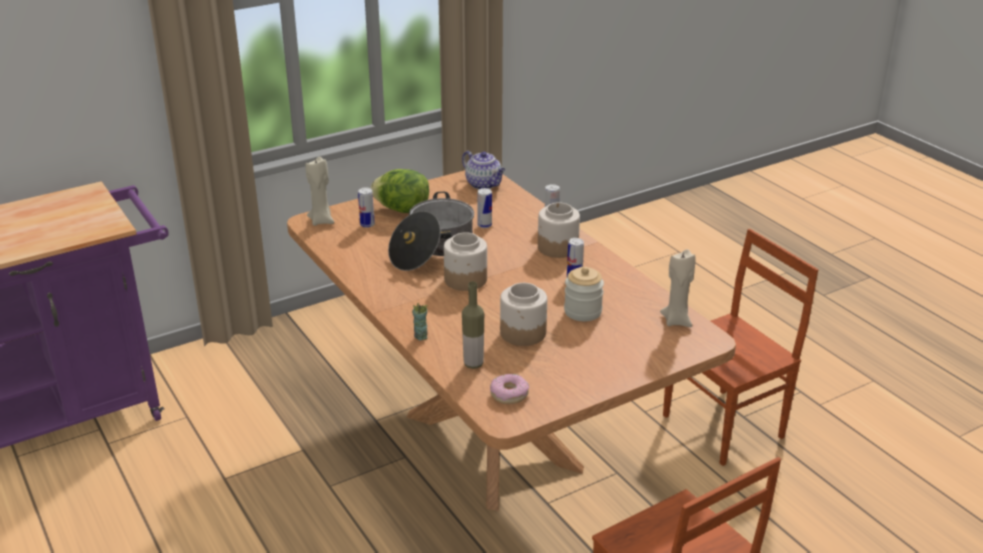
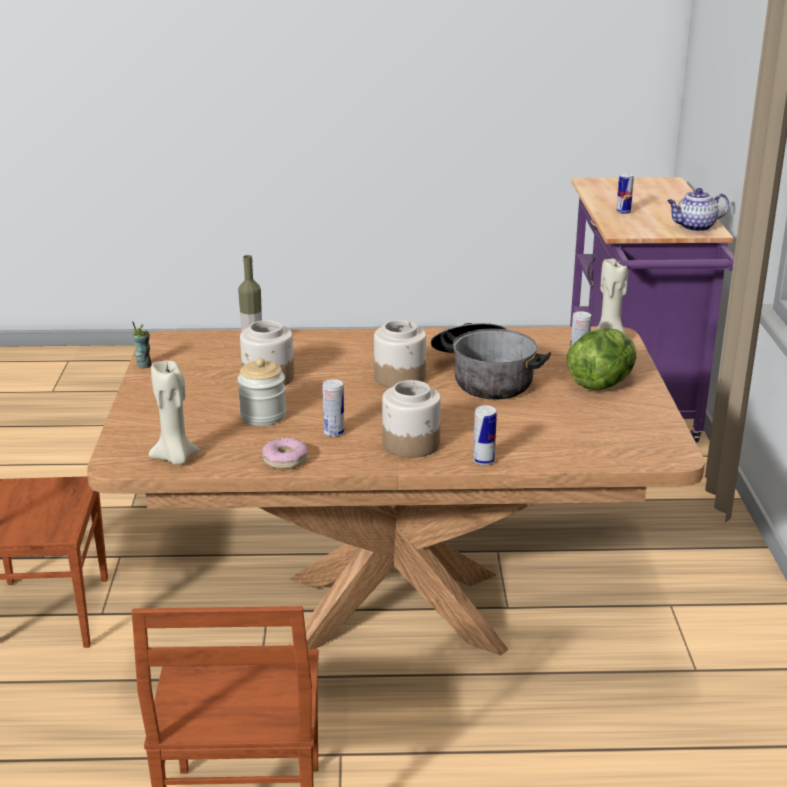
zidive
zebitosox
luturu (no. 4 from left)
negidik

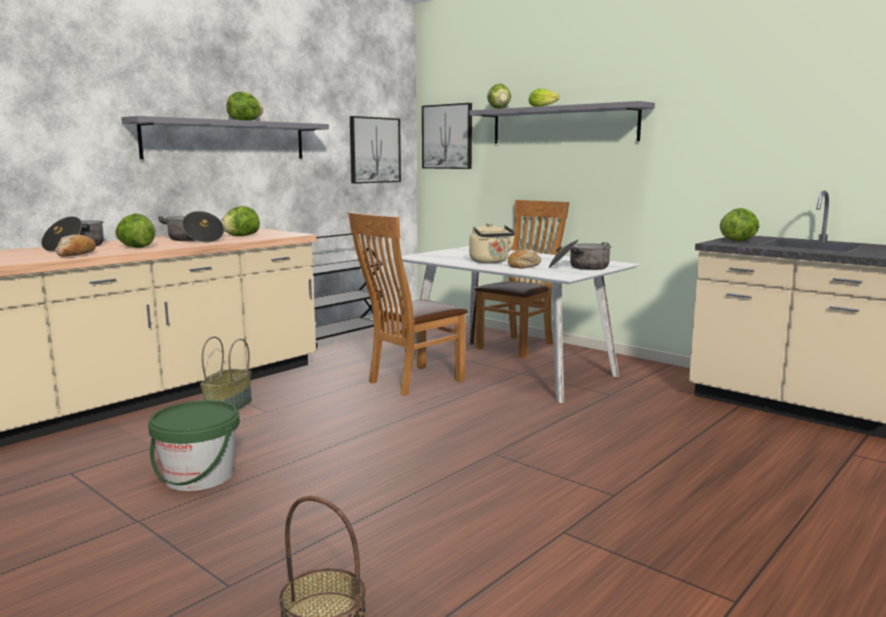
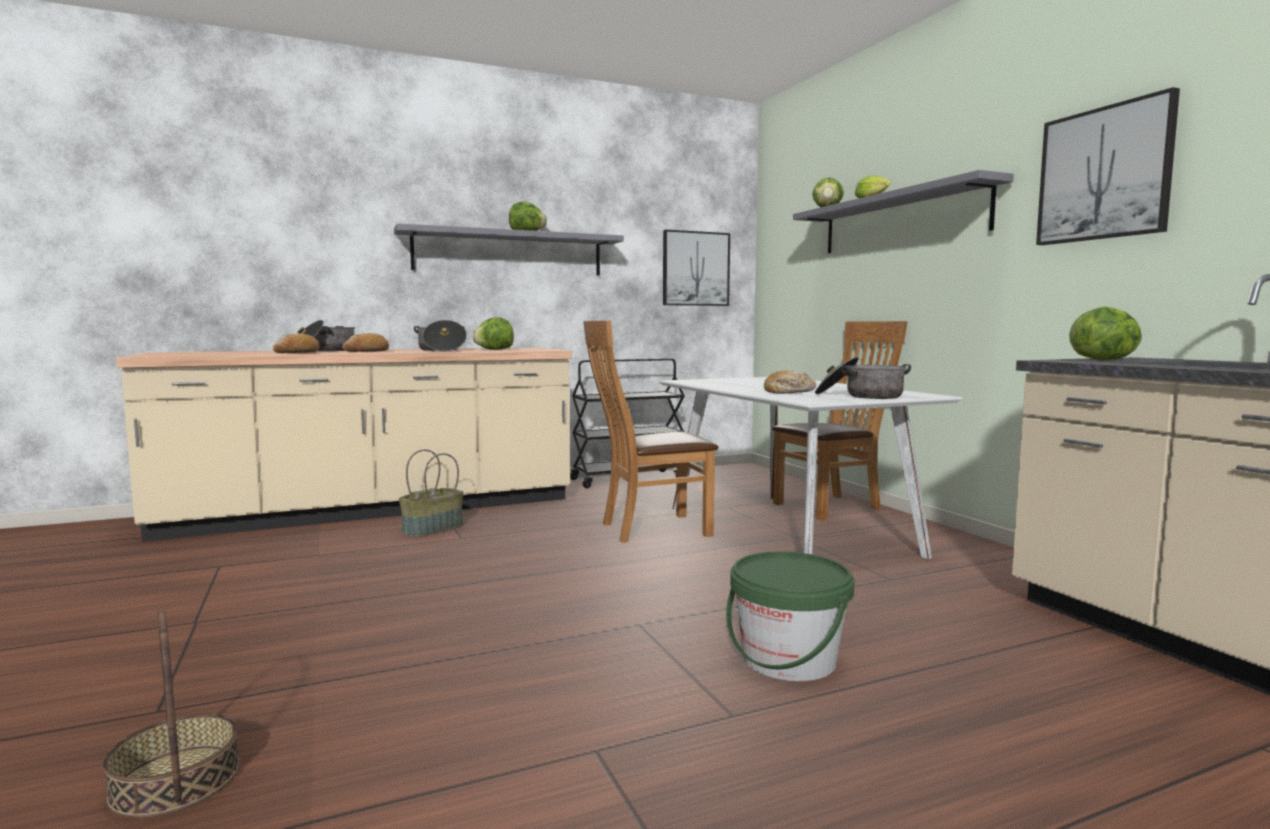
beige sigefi
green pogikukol
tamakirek (no. 2 from left)
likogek (no. 2 from left)

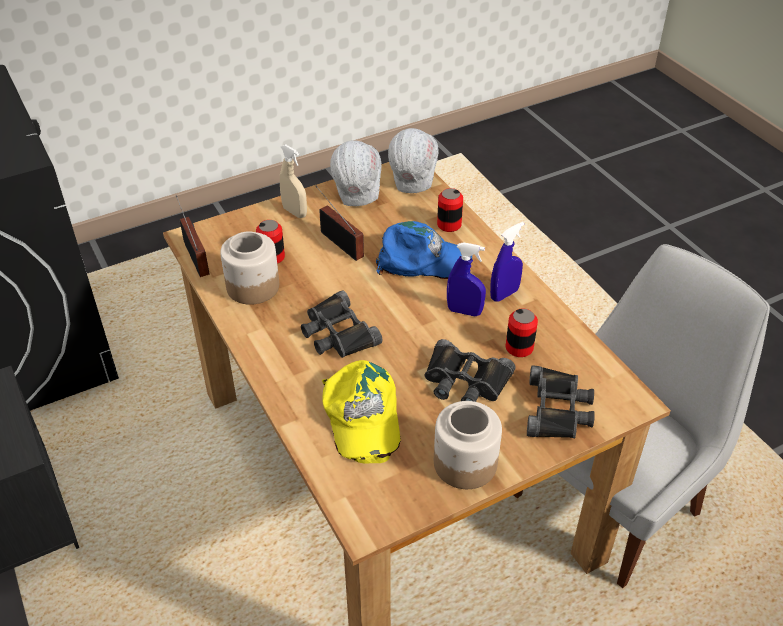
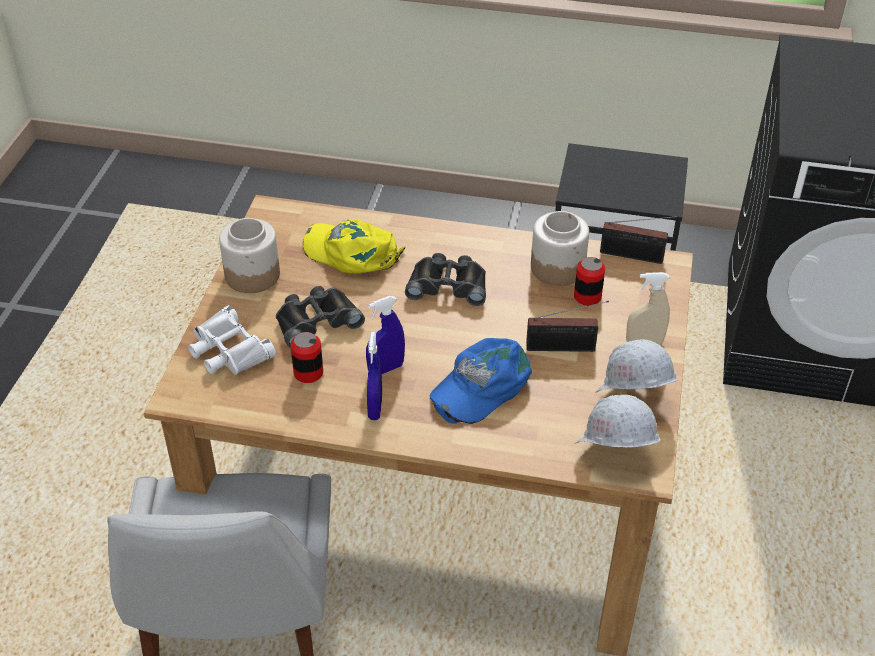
luturu (no. 2 from left in the first image)
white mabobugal

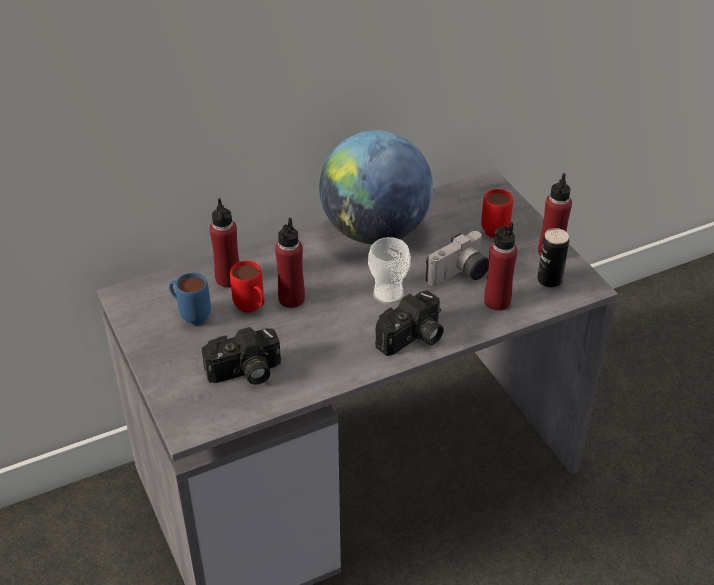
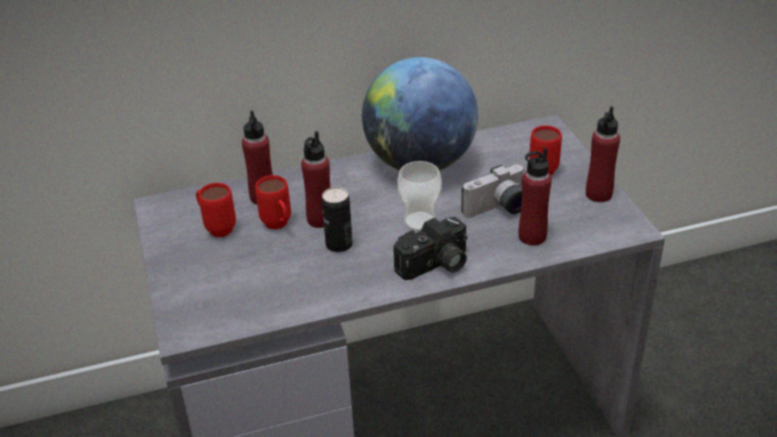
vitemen (no. 1 from left in the first image)
luturu
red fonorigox (no. 1 from left)

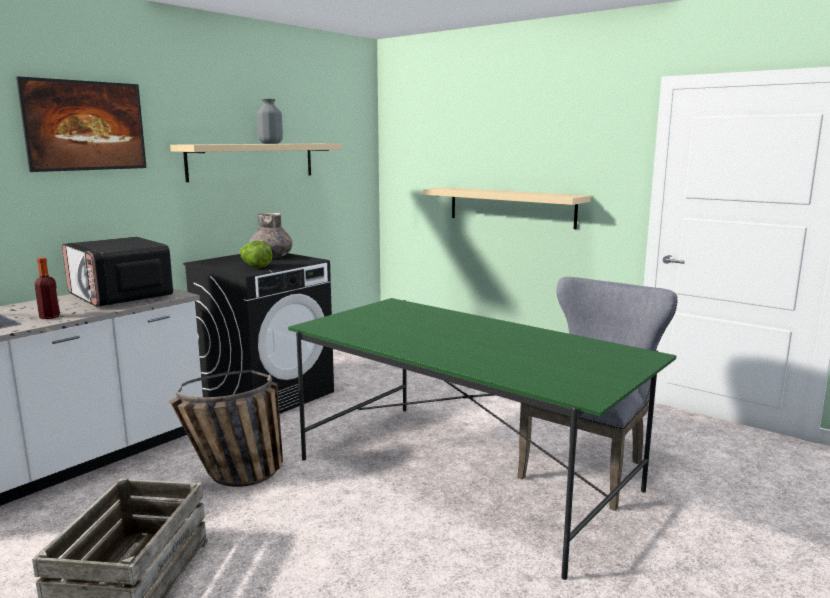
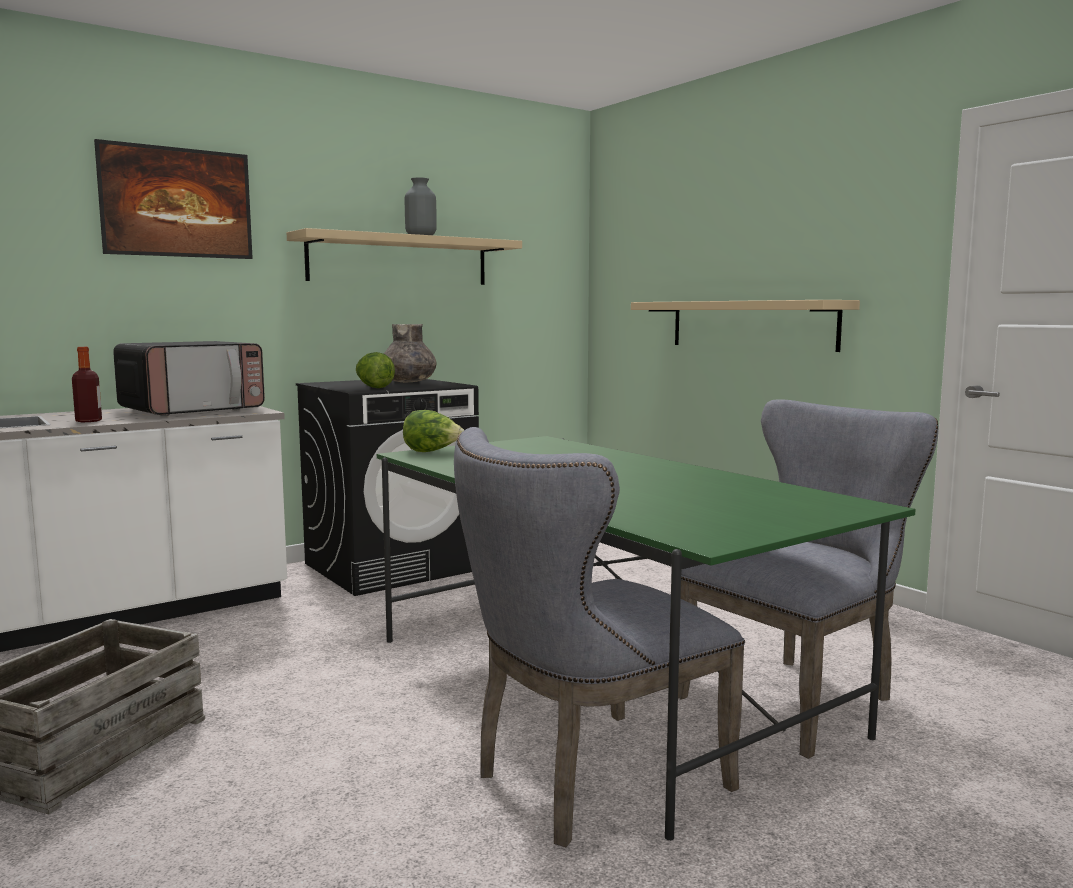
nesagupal
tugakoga (no. 2 from left)
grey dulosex (no. 1 from left)
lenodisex

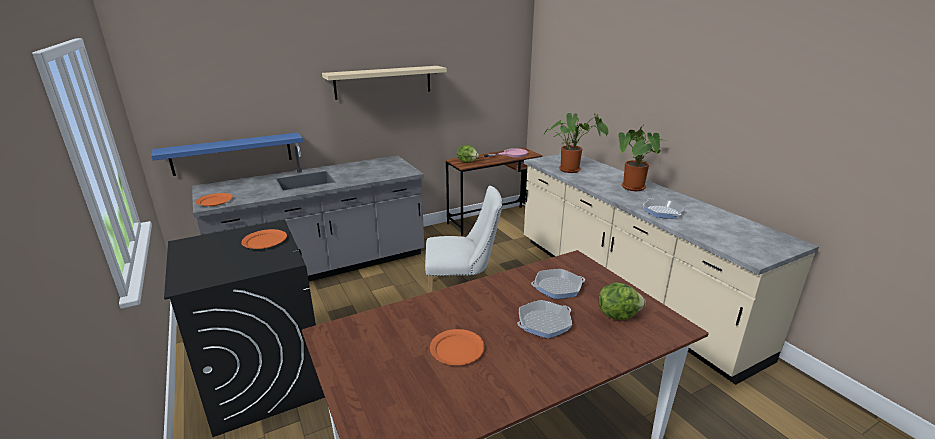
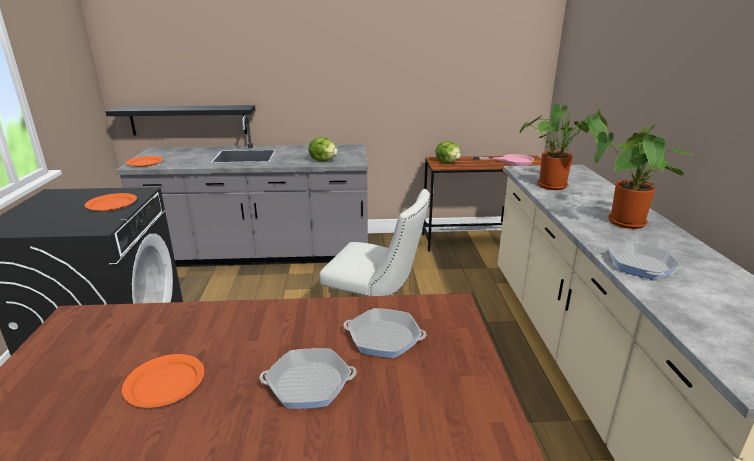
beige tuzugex
tugakoga (no. 1 from left)
black tuzugex

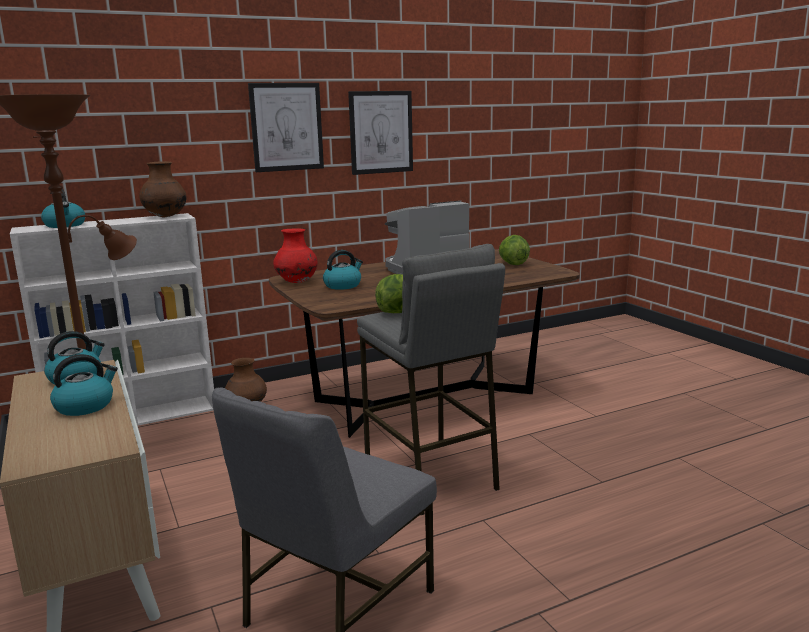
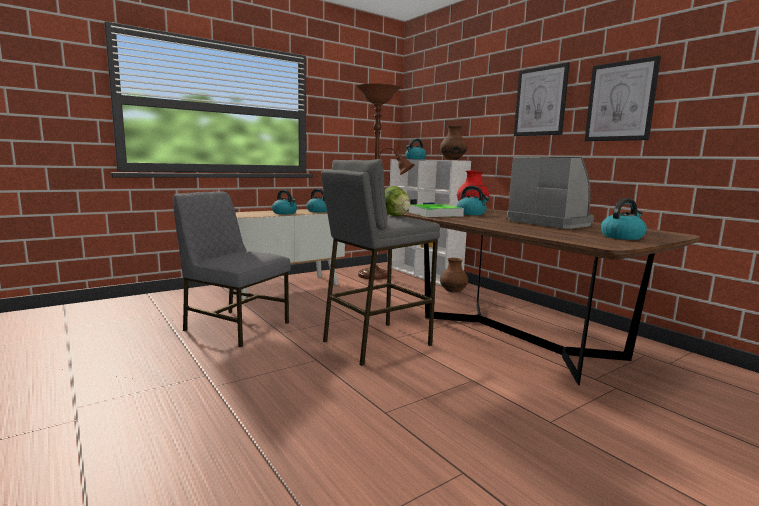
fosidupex
sigefi (no. 5 from left)

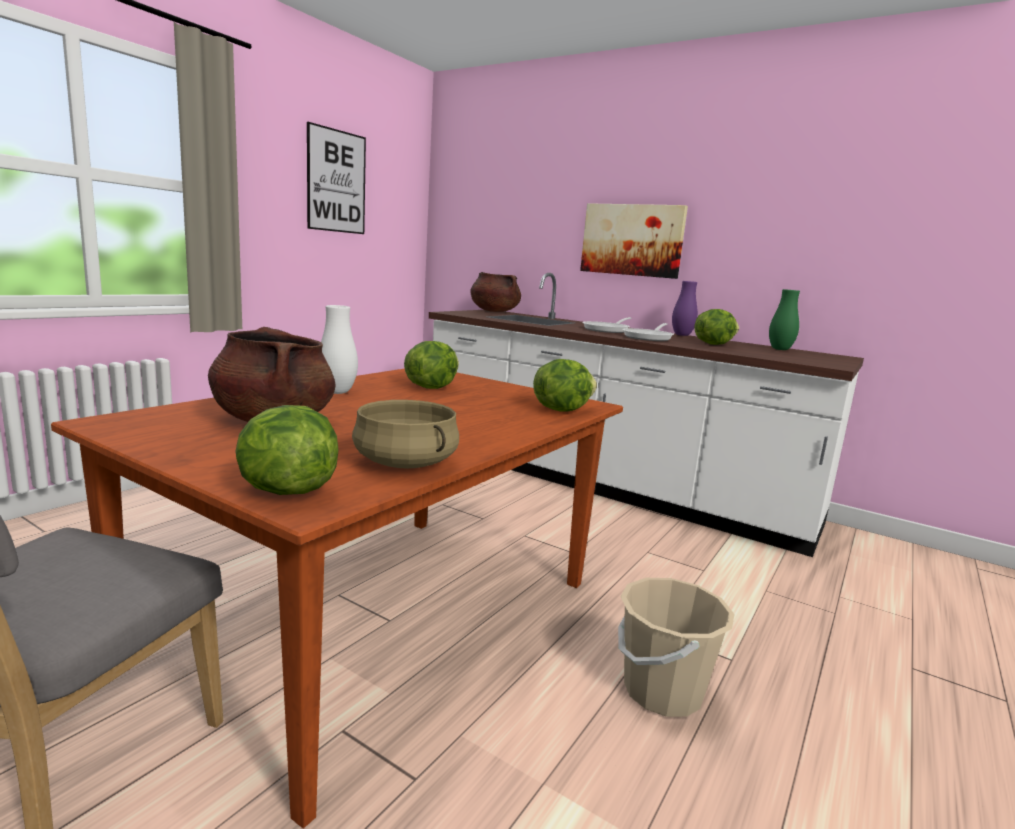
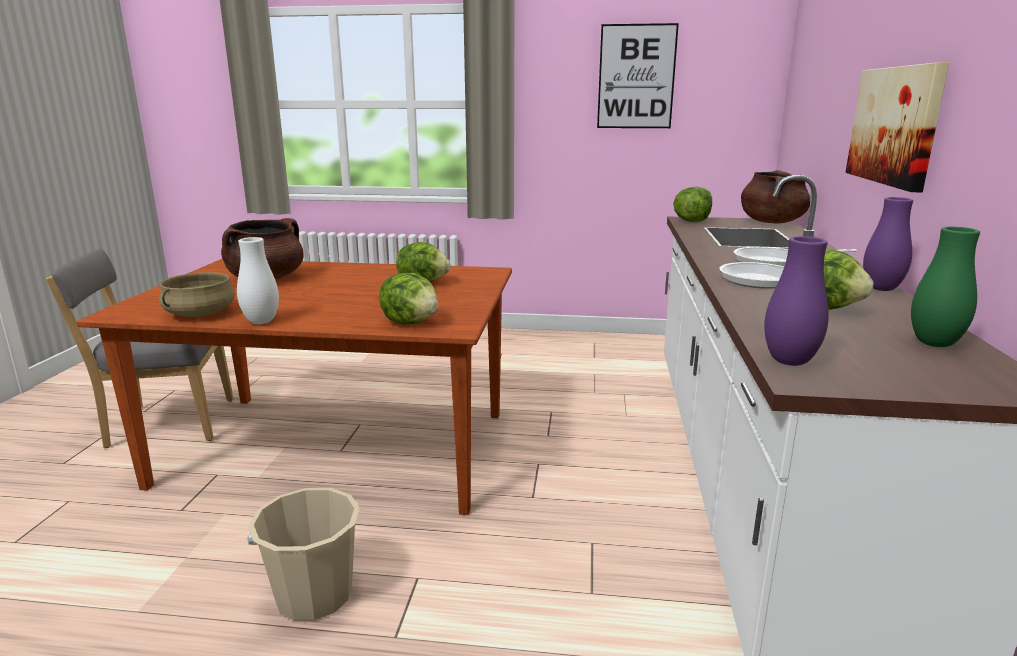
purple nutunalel (no. 1 from left)
tugakoga (no. 3 from left)
white nutunalel

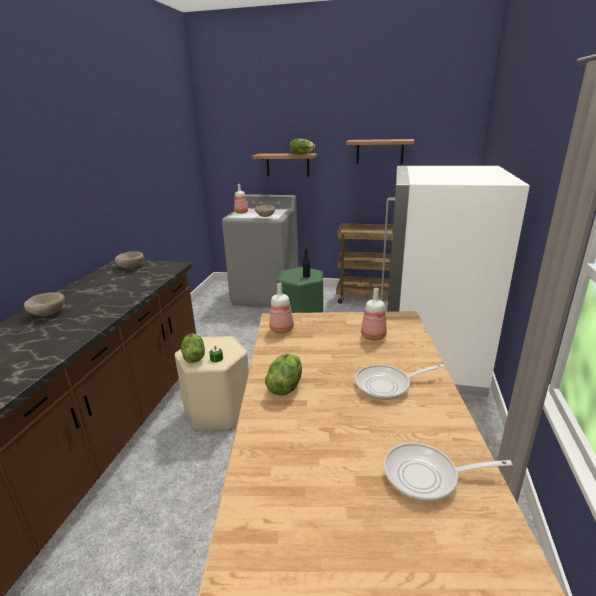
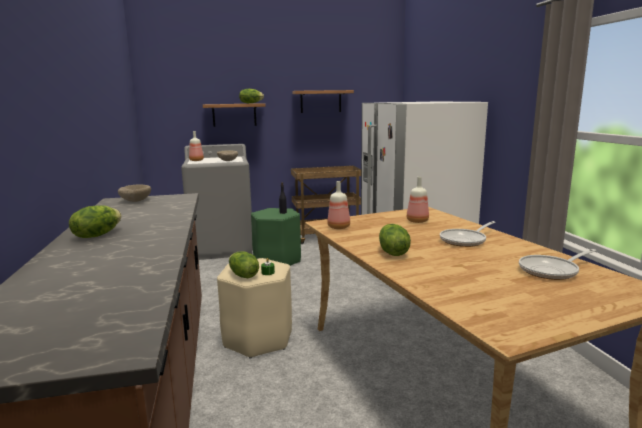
tugakoga (no. 1 from left)

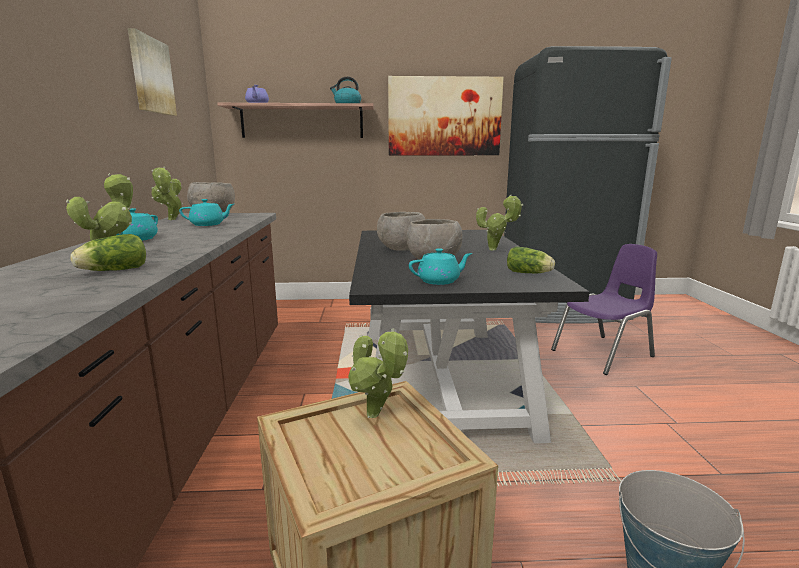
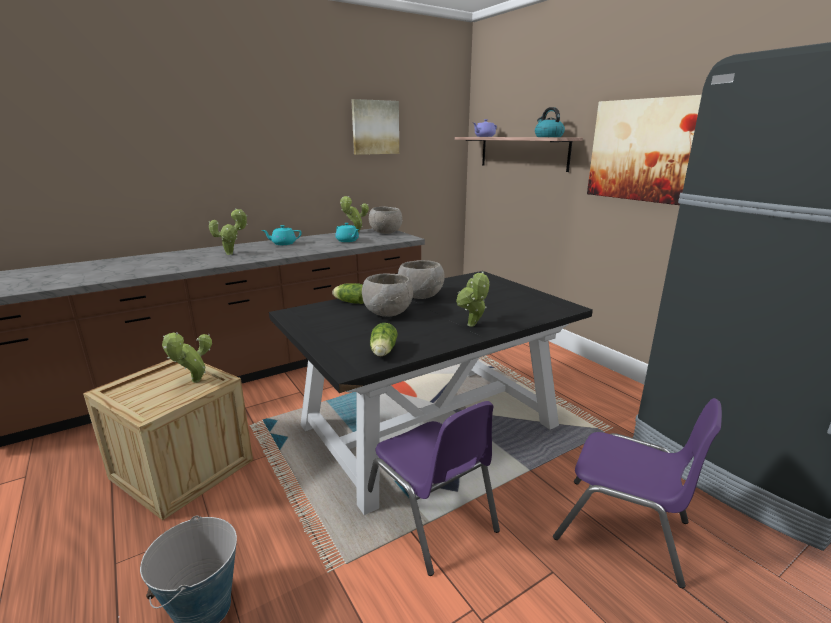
turquoise zebitosox (no. 3 from left in the first image)
purple dulosex (no. 1 from left)
tugakoga (no. 1 from left)

